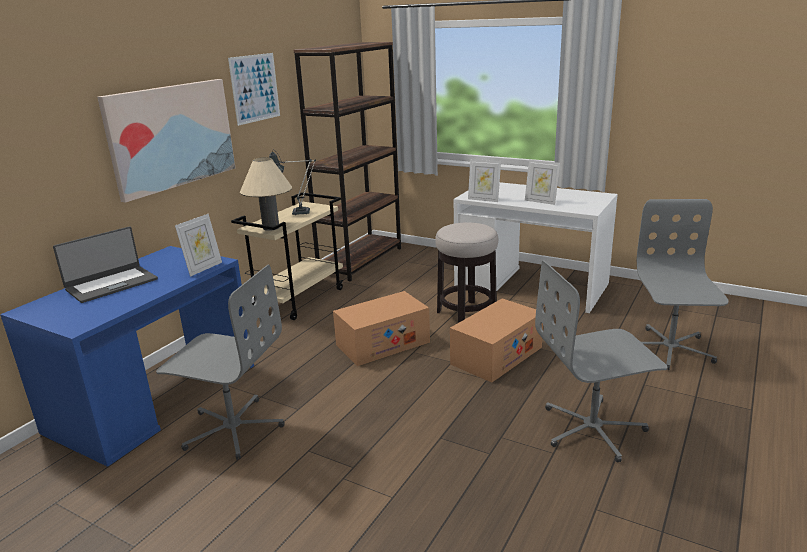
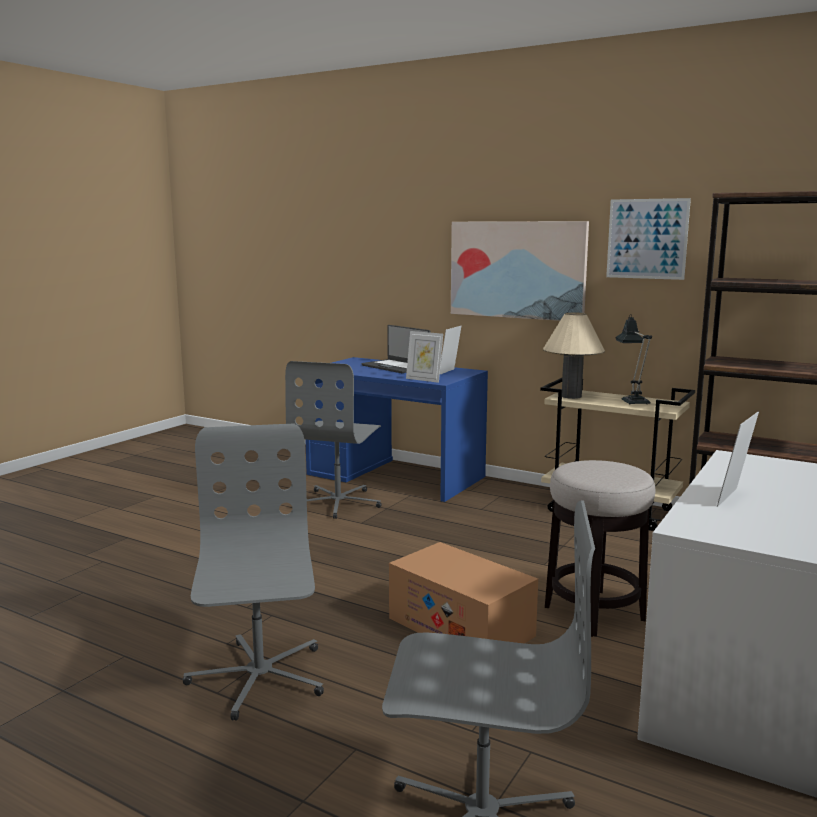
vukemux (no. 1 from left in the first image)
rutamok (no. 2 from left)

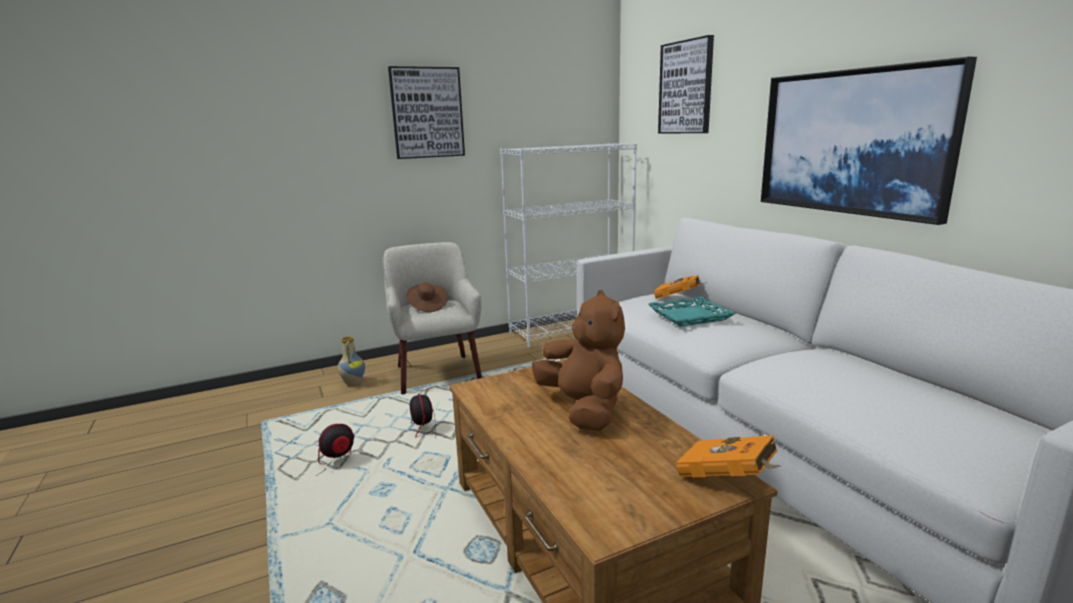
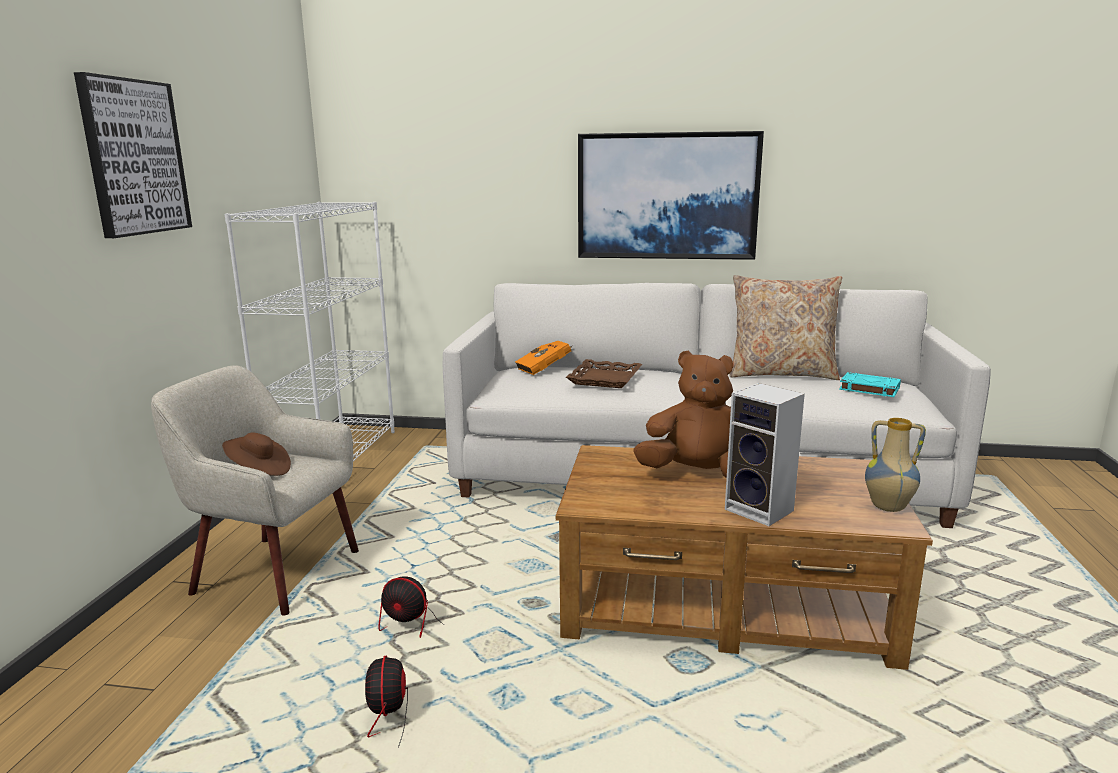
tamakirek (no. 2 from left in the first image)
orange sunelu (no. 2 from left in the first image)
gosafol
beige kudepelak
turquoise sunelu
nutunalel
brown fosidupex

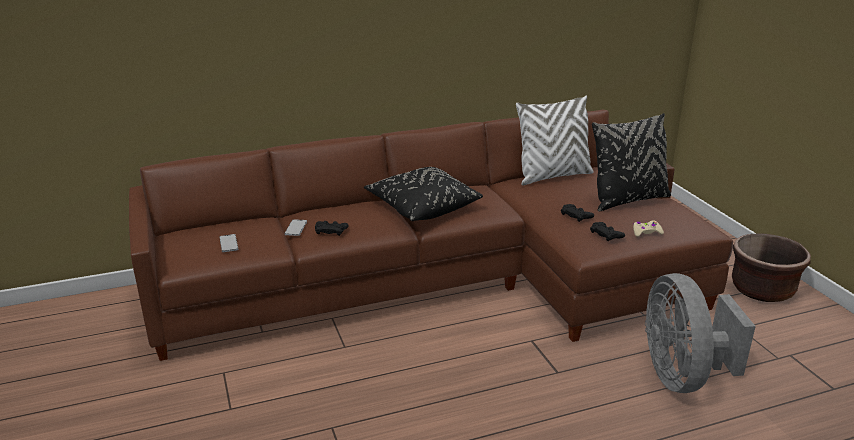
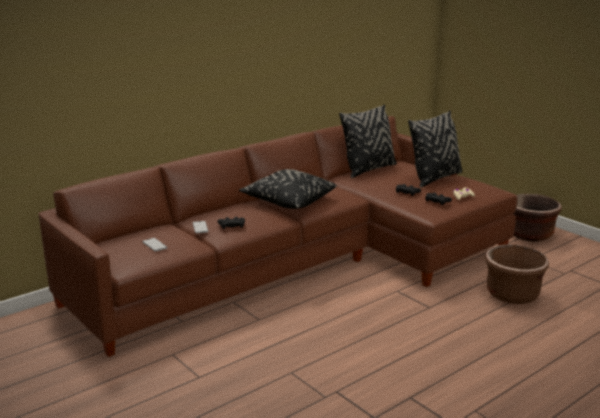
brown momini (no. 1 from left)
black kudepelak (no. 2 from left)

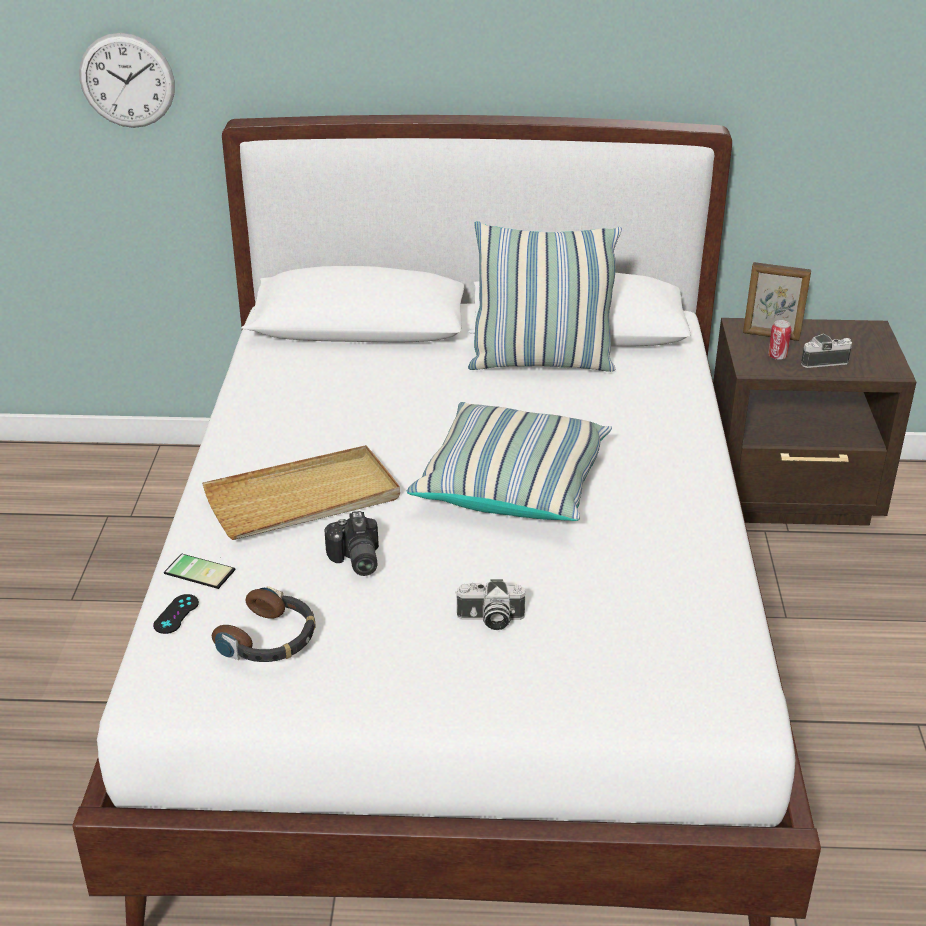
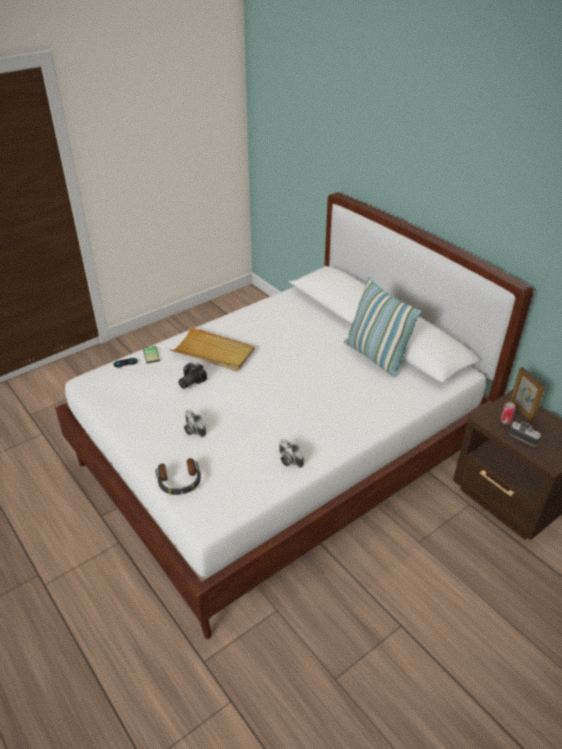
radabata
kudepelak (no. 1 from left in the first image)
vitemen (no. 3 from left)
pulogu

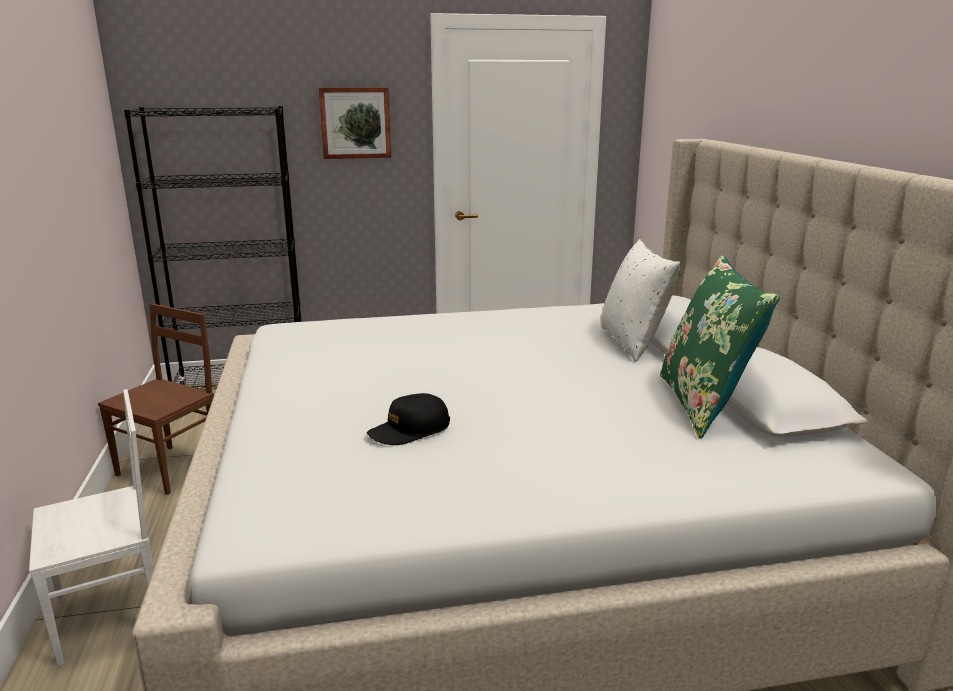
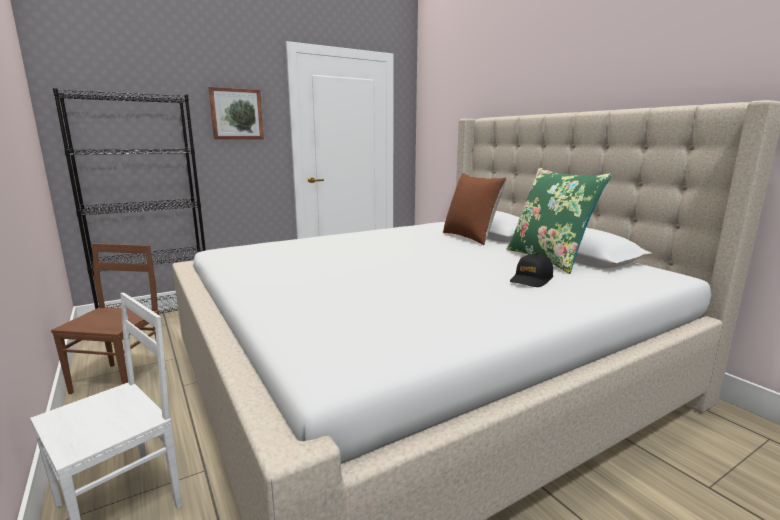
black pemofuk
brown kudepelak

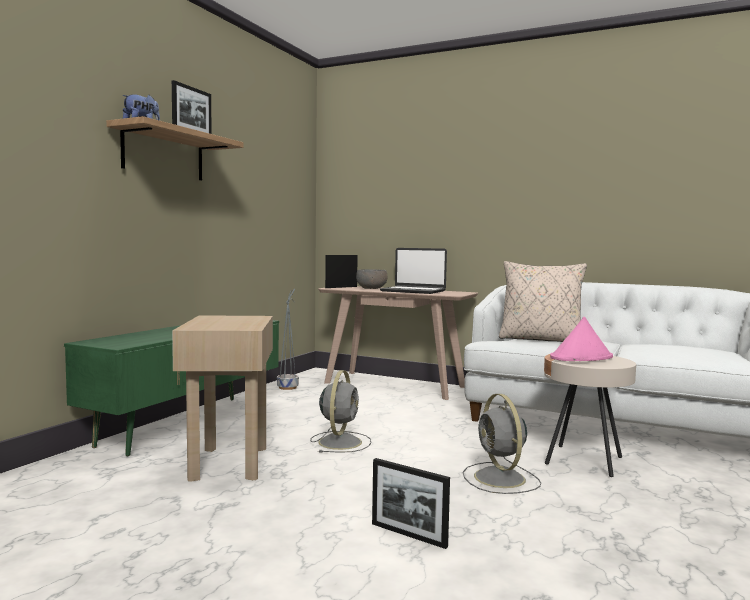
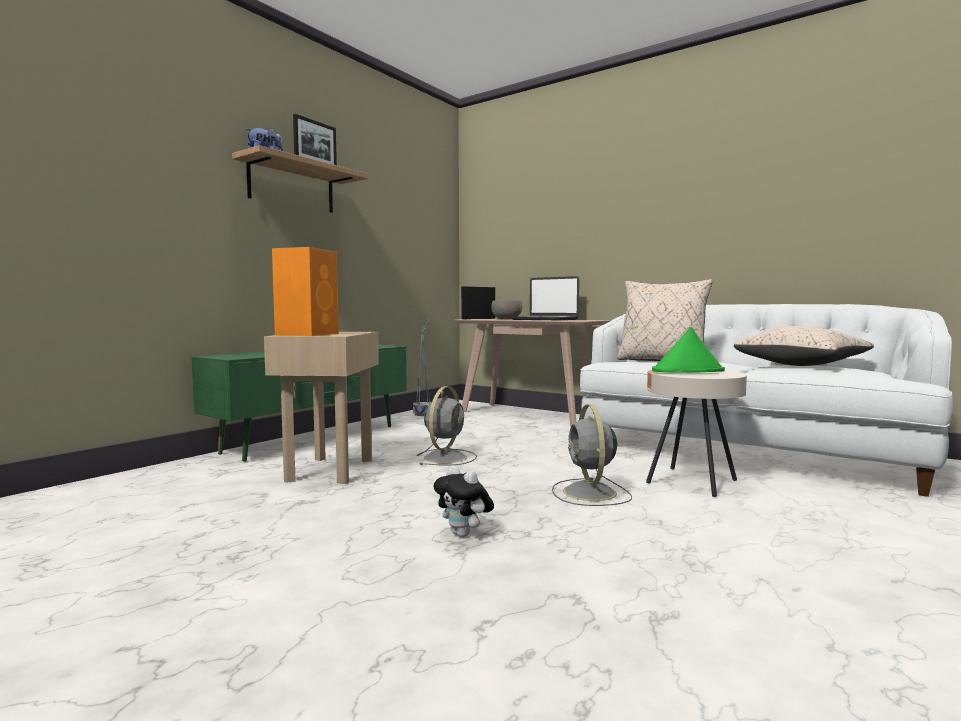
orange gosafol
beige kudepelak (no. 2 from left)
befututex (no. 2 from left)
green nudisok

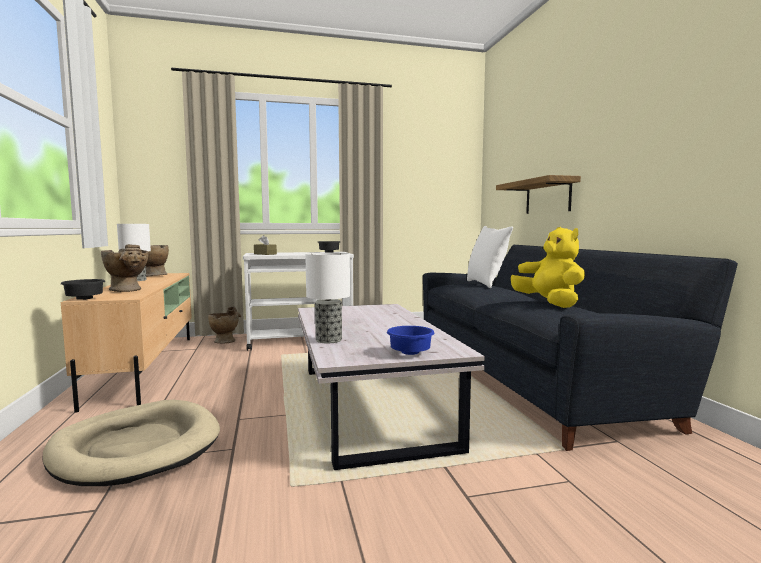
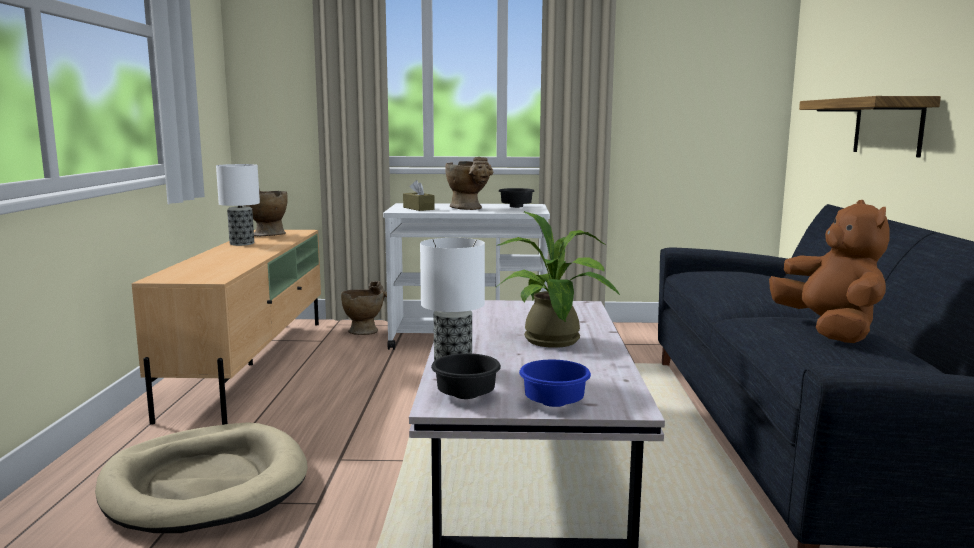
white kudepelak
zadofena
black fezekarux (no. 1 from left)
beige nutunalel (no. 3 from left)
brown befututex

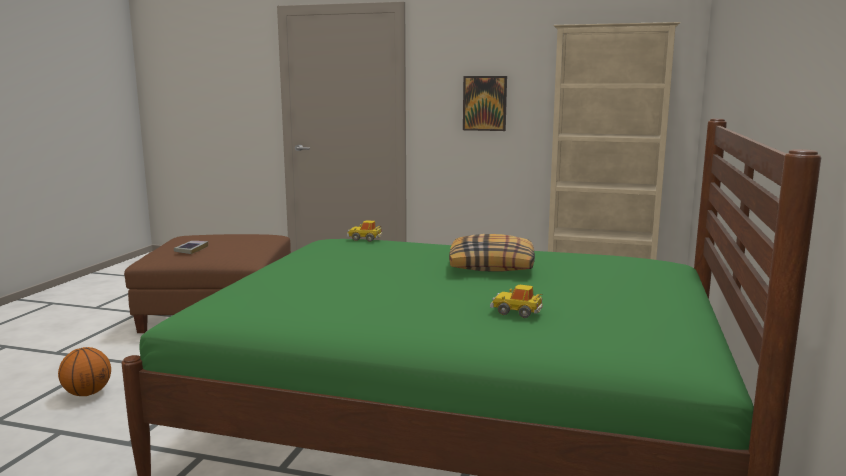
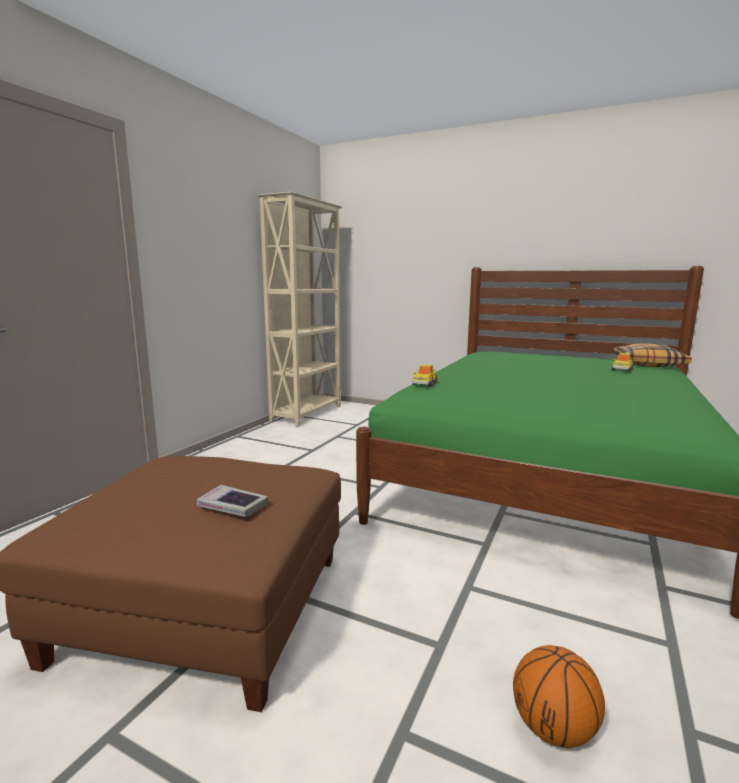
tamakirek
kudepelak

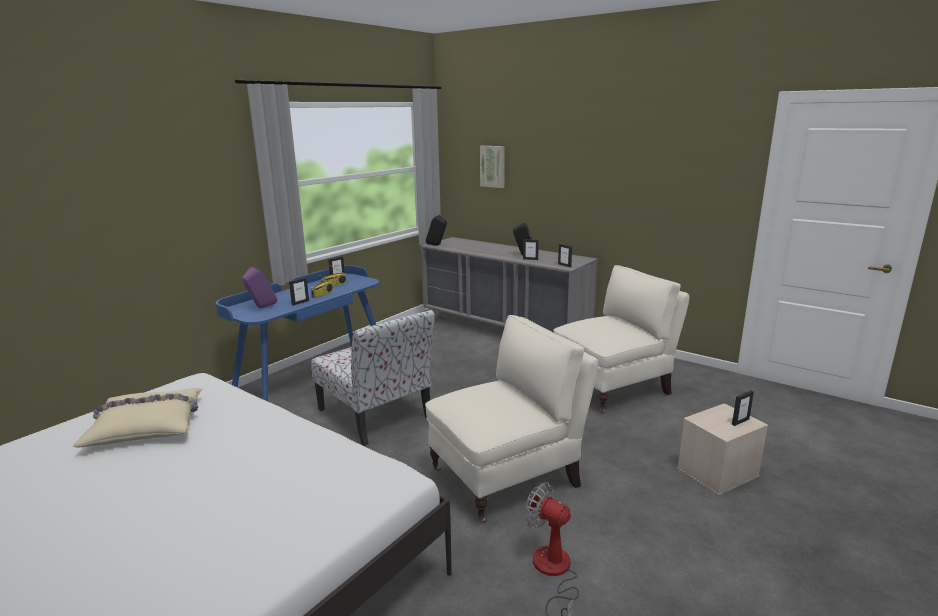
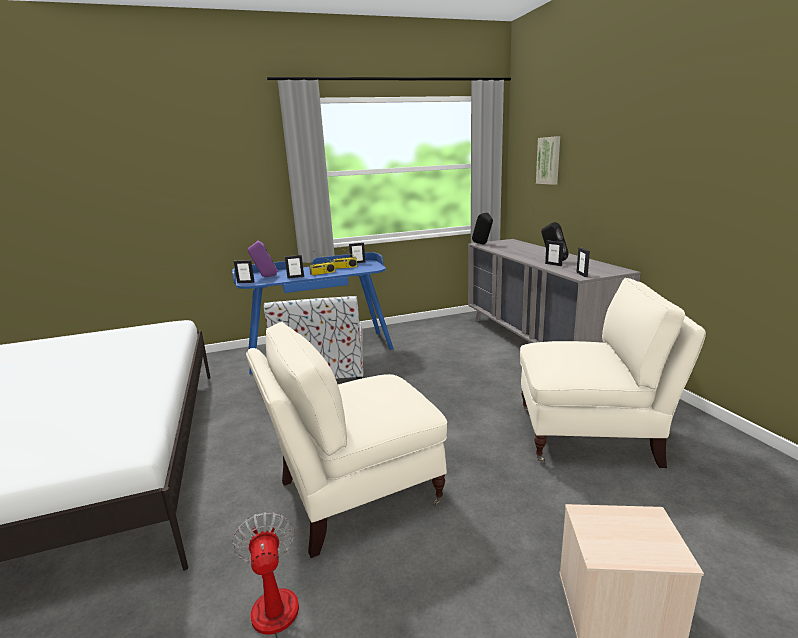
beige kudepelak
rutamok (no. 1 from left)
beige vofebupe (no. 1 from left)

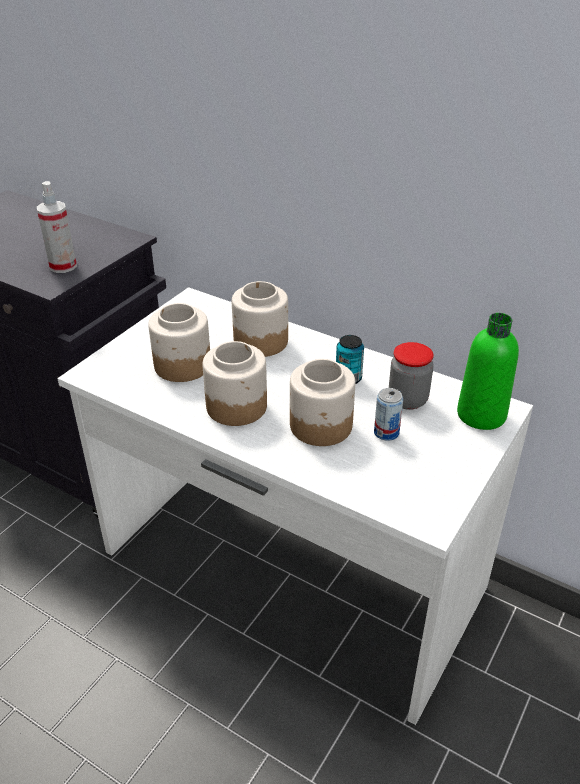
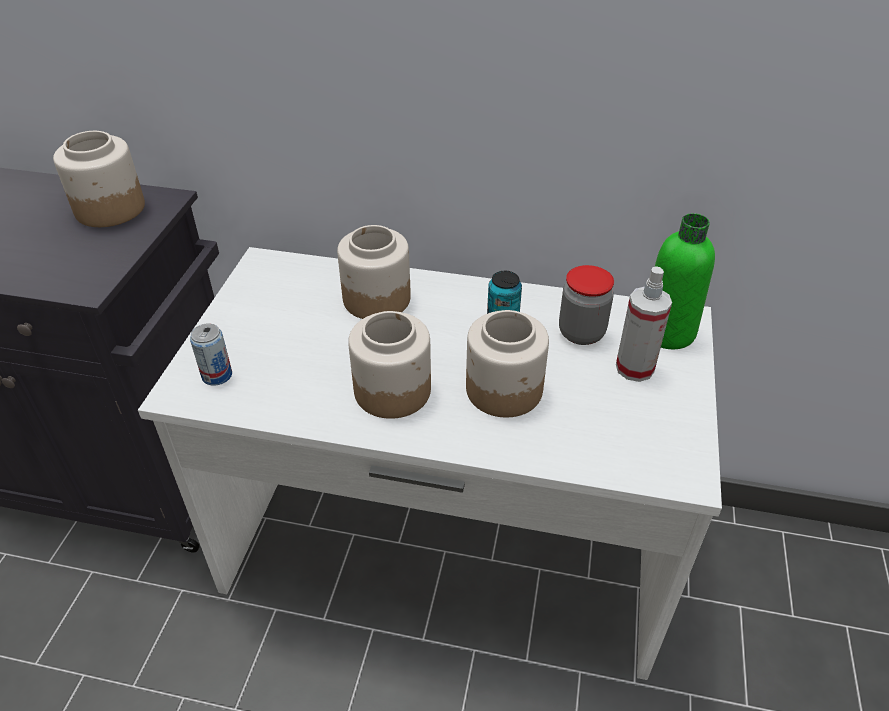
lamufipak
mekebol (no. 1 from left)
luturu (no. 1 from left)

